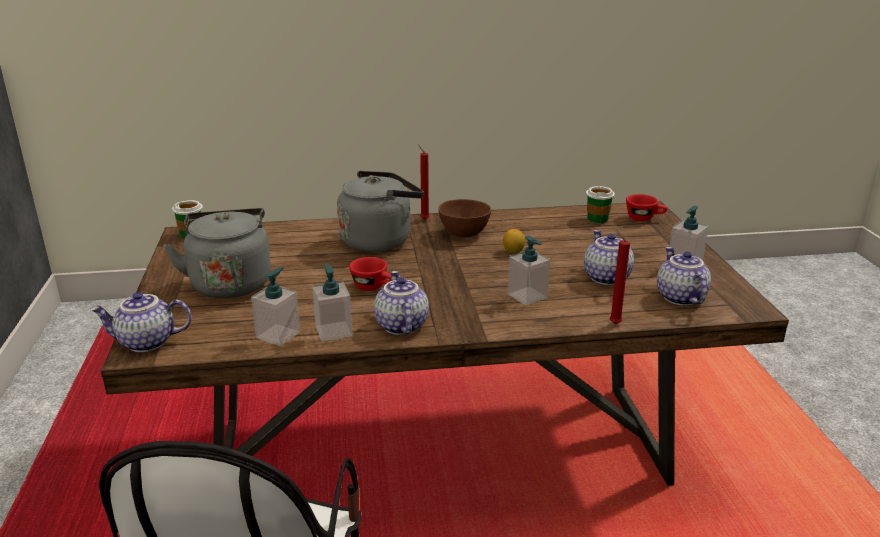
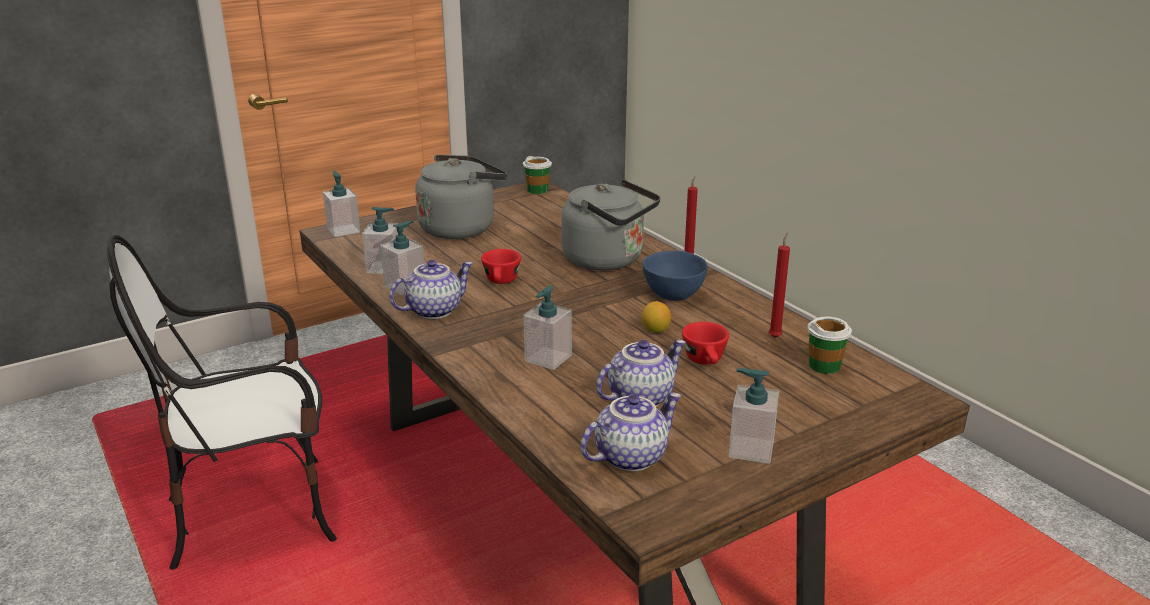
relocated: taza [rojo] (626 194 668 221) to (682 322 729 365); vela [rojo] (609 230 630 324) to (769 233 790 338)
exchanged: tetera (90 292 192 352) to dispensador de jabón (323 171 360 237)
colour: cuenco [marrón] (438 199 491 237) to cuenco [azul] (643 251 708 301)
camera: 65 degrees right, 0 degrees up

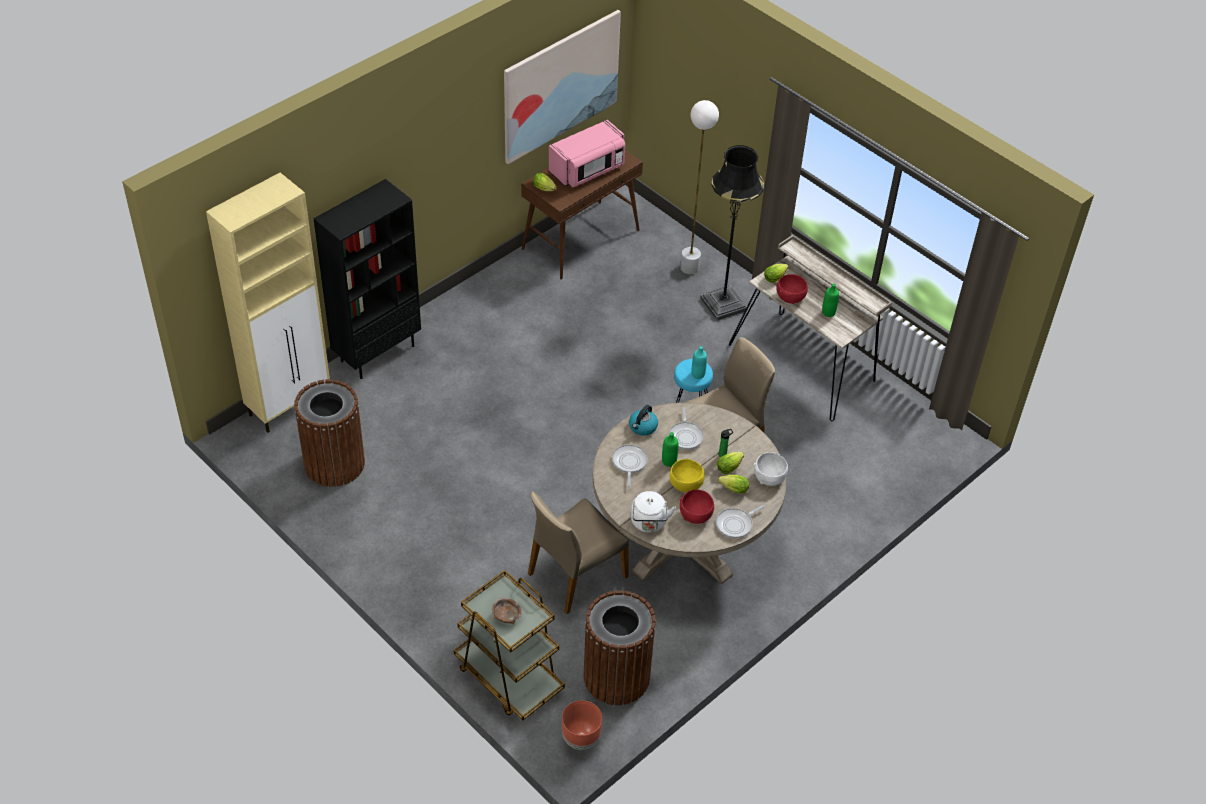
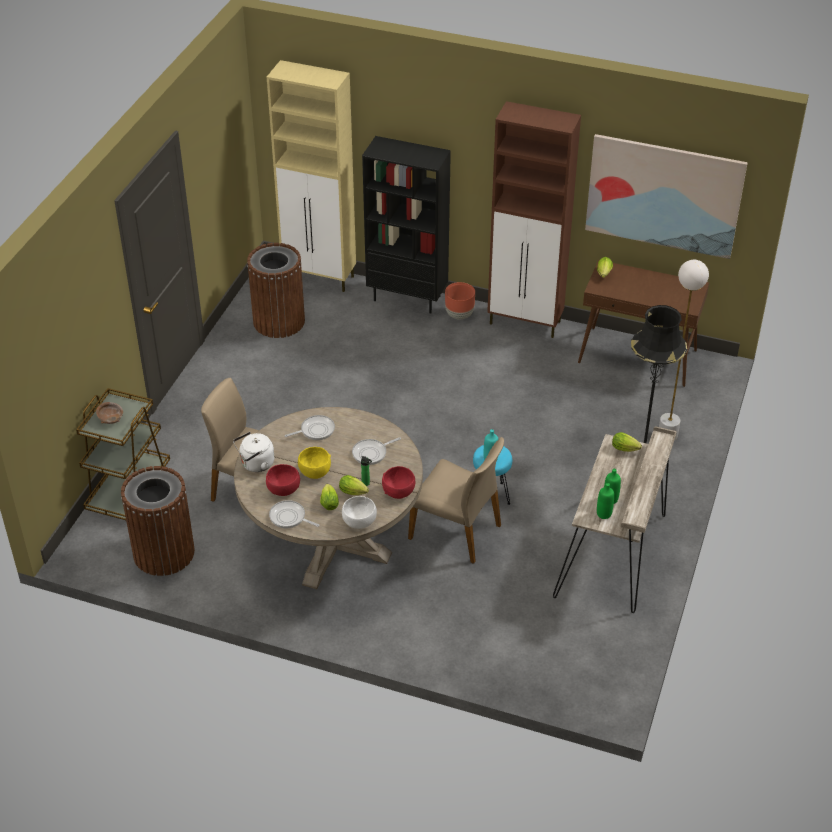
missing: microondas [rosa] (549 120 625 187); hervidor (629 405 658 436)
appeared: armario [marrón] (487 101 581 338)
relocated: cuenco [rojo] (776 274 808 304) to (382 466 415 499); botella [verde] (662 432 678 467) to (597 483 614 519); maceta [marrón] (562 700 602 750) to (445 282 475 319)
camera: 65 degrees right, 5 degrees down

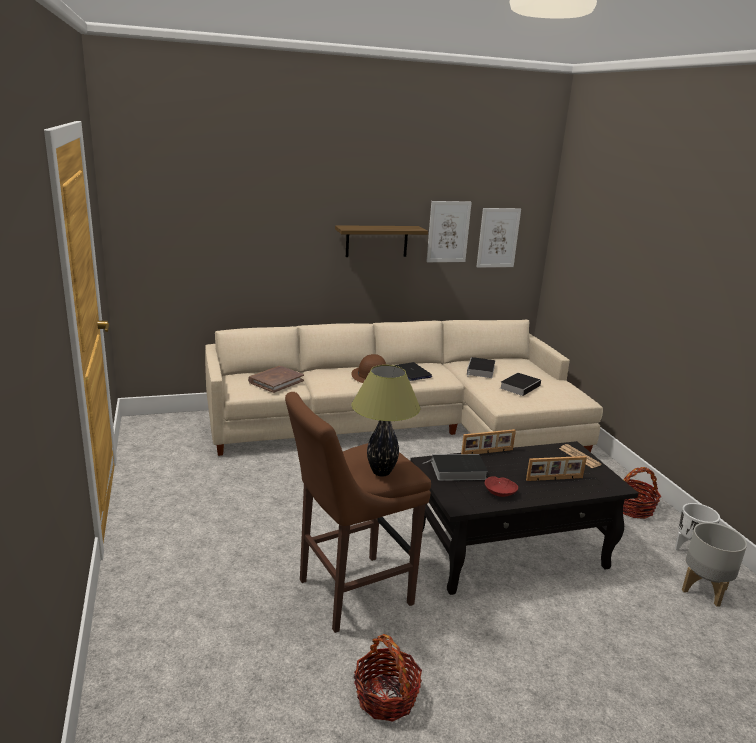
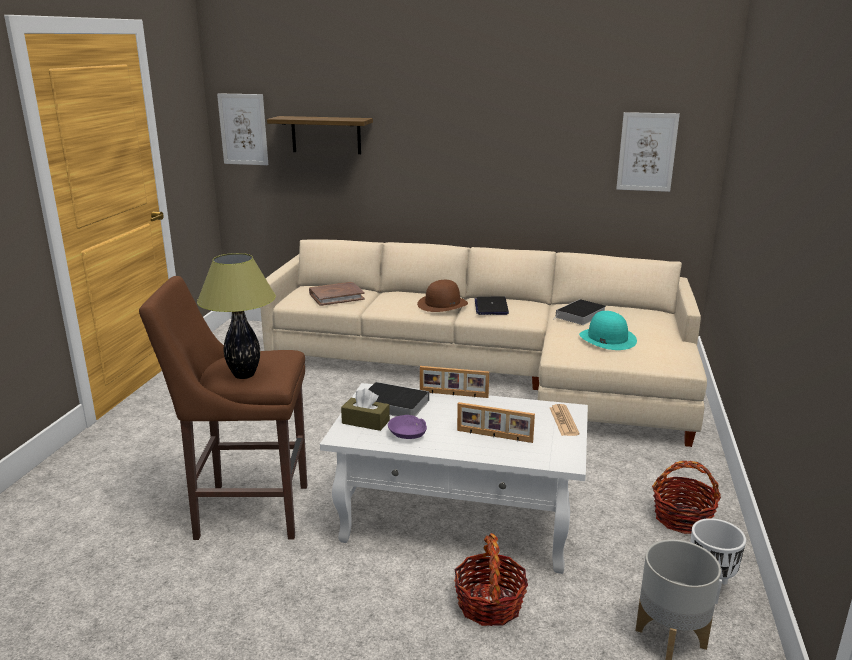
appeared: caja de pañuelos [marrón] (341 388 390 431)
relocated: cuadro (426 201 472 262) to (217 93 268 165); estante (335 225 428 257) to (267 116 373 154); cesta (354 634 422 722) to (454 533 528 626)
exchanged: libro (500 373 541 396) to sombrero [turquesa] (579 311 637 350)
colour: mesa de centro [negro] (410 441 638 595) to mesa de centro [blanco] (320 383 588 574); cuenco [rojo] (485 476 518 497) to cuenco [morado] (388 415 427 439)
camera: 30 degrees right, 0 degrees up

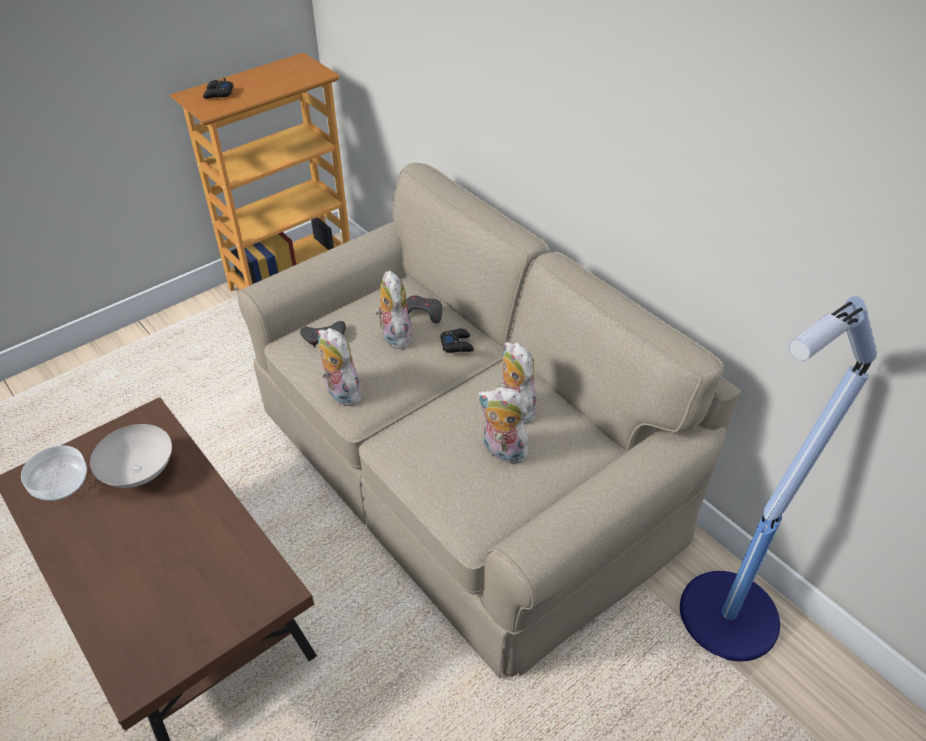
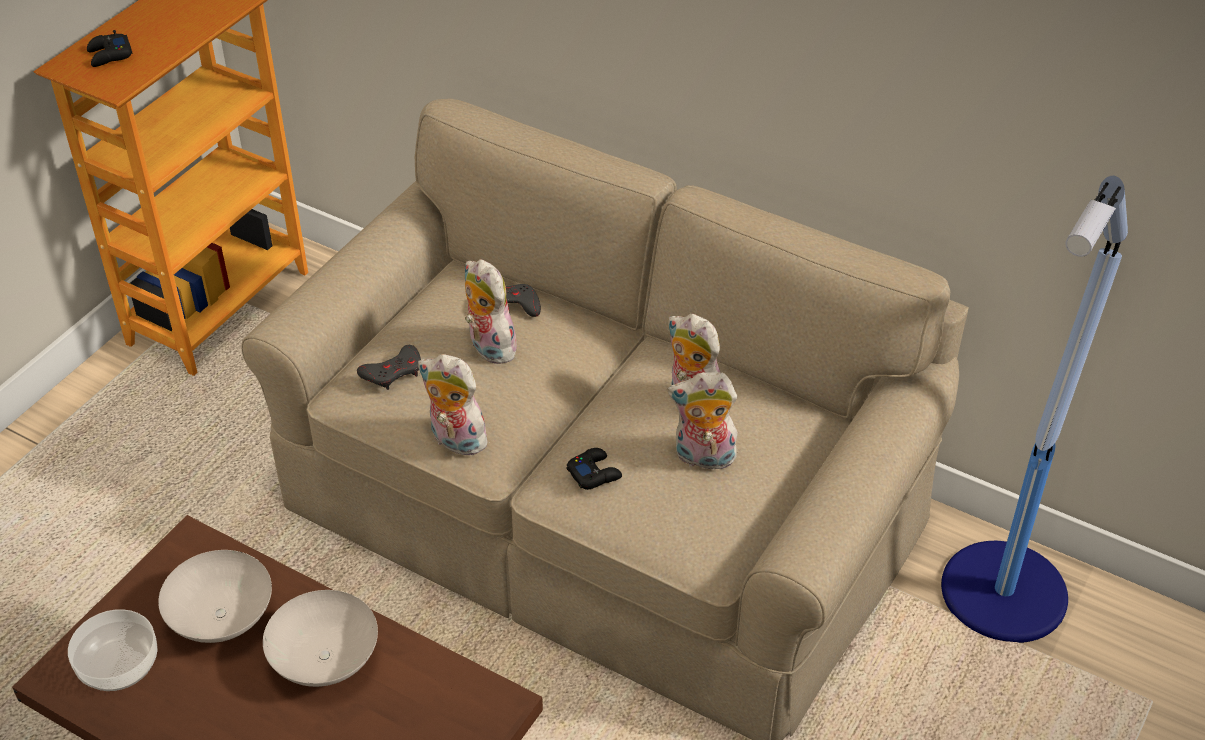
appeared: cuenco [blanco] (263 590 378 687)
relocated: mando de consola [negro] (440 329 474 353) to (566 448 622 490)
camera: 20 degrees left, 0 degrees up

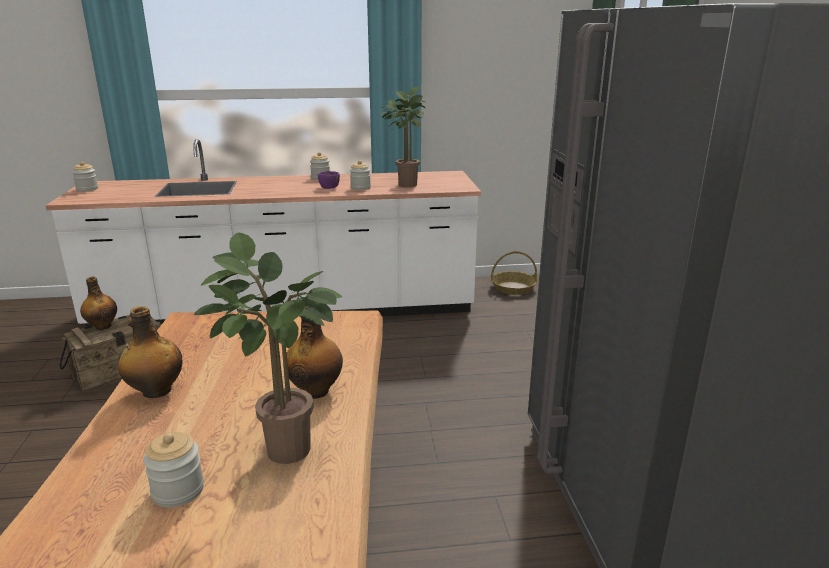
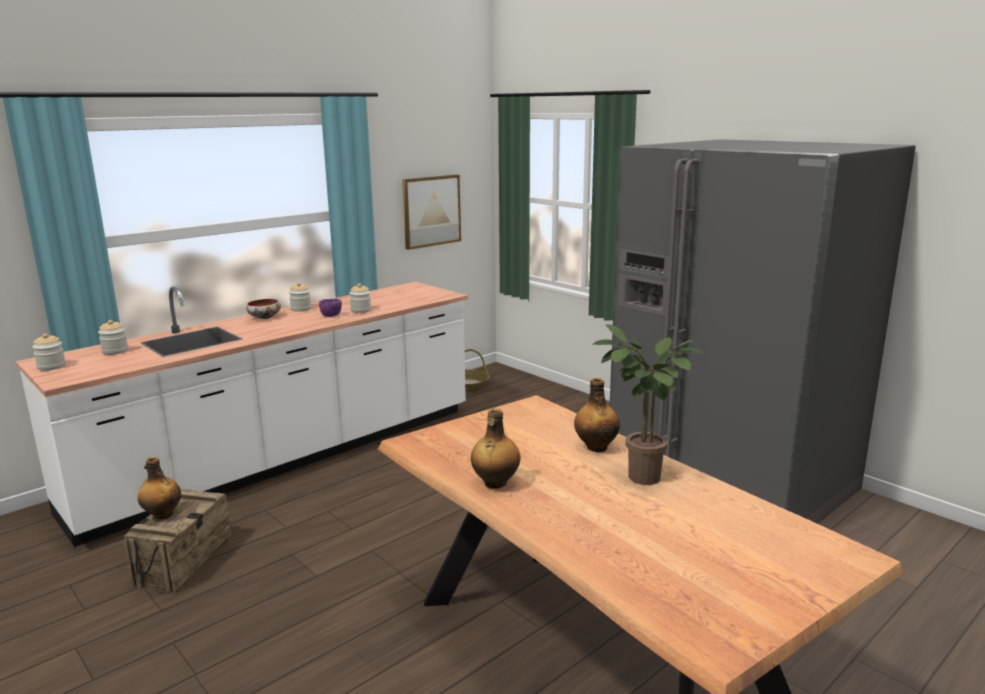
missing: planta en maceta (379 86 427 187)
appeared: cuadro (402 175 461 250); cuenco (246 299 281 319)
relocated: tarro (143 432 204 508) to (98 320 128 355)
camera: 35 degrees left, 5 degrees down

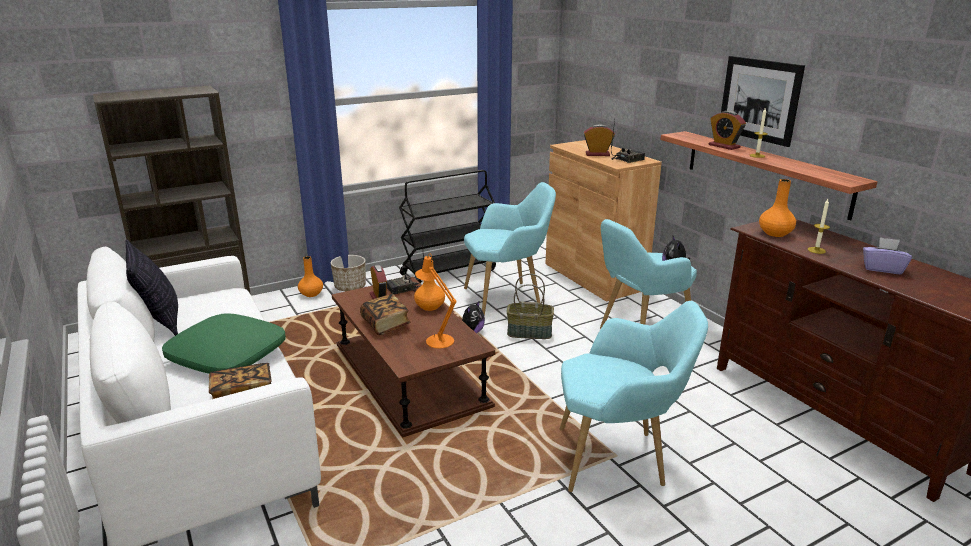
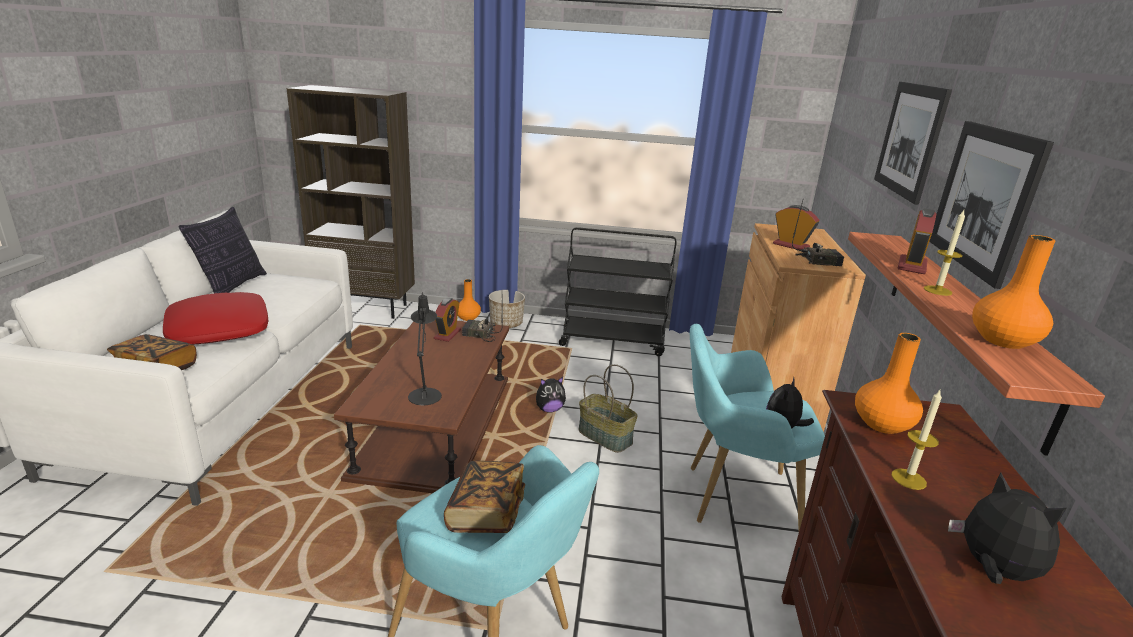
missing: sillón [turquesa] (464 182 556 316)
appeared: cuadro (874 82 952 205)
relocated: florero [naranja] (414 260 445 311) to (972 235 1055 349); libro (360 294 411 335) to (444 460 525 533)
exchanged: caja de pañuelos [morado] (863 237 912 274) to peluche (948 472 1067 584)
colour: lámpara de mesa [naranja] (415 253 457 348) to lámpara de mesa [negro] (408 292 442 406); cojín [verde] (162 313 286 374) to cojín [rojo] (163 292 268 345)
spun: despertador (709 111 746 150) = (898 208 936 274) 150 degrees counterclockwise
camera: 35 degrees right, 0 degrees up

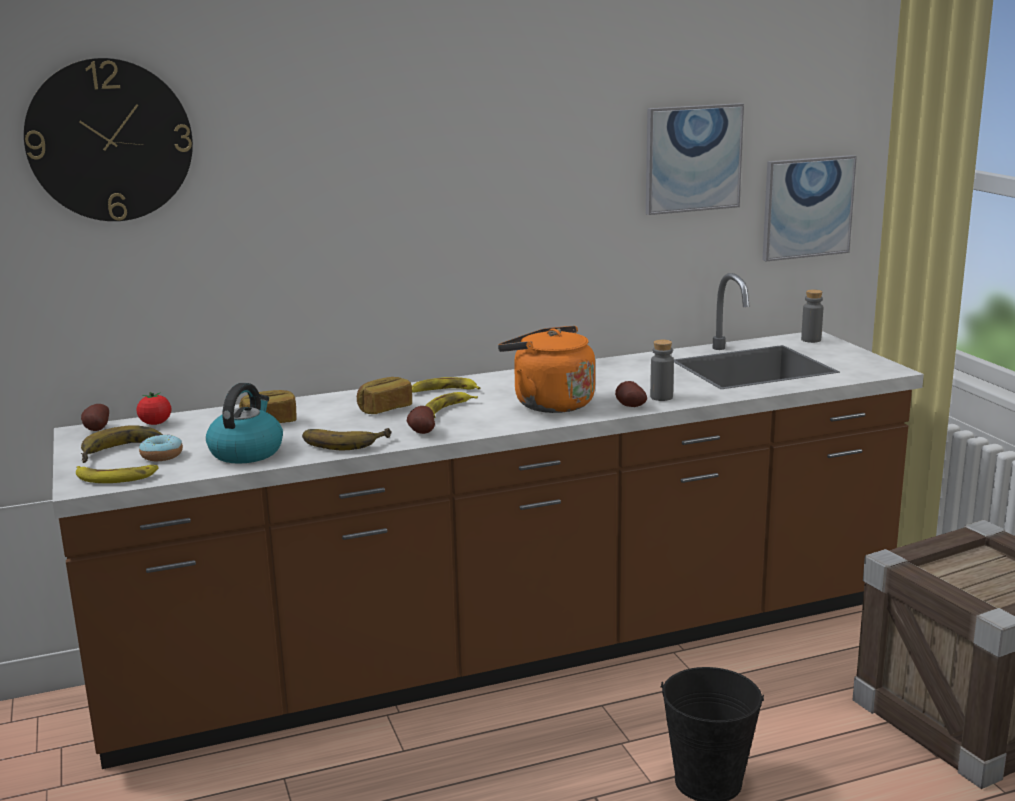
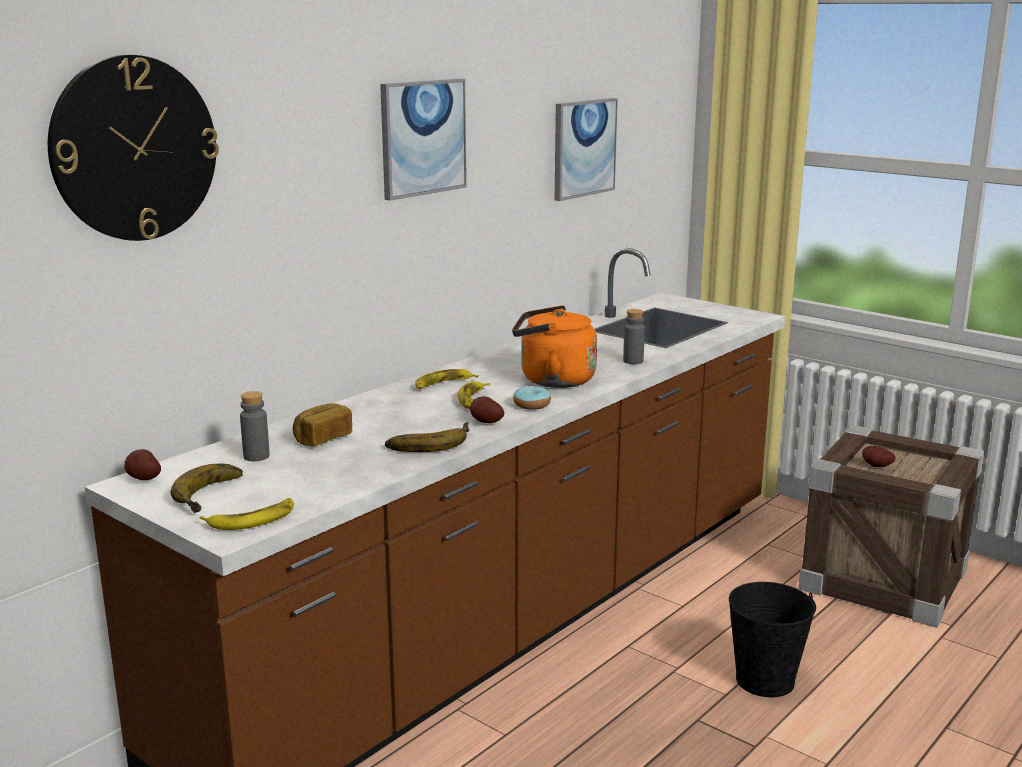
missing: pan (357 377 412 414); hervidor (206 383 283 464); tomate (137 392 171 425)
relocated: cuadro (762 155 857 261) to (380 79 467 201); botella [gris] (801 290 823 343) to (240 391 270 461); patata (615 381 647 407) to (862 446 895 467); rosquilla (139 435 183 461) to (513 386 551 410)
camera: 30 degrees left, 0 degrees up

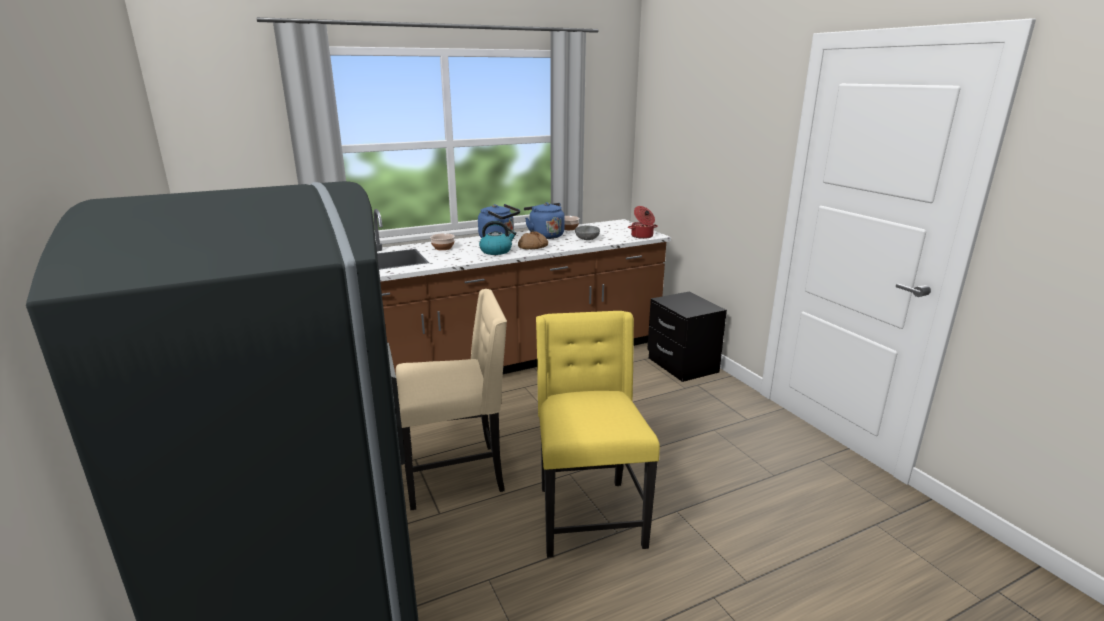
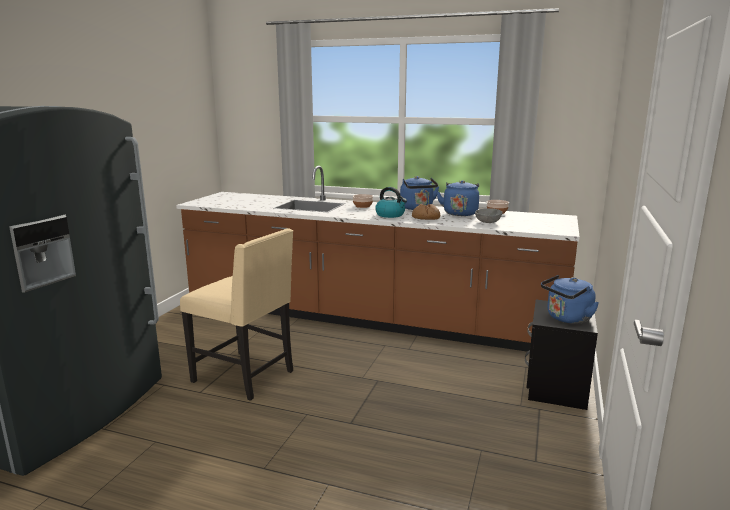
missing: olla (628 206 658 239); silla [amarillo] (536 311 660 558)
appeared: hervidor [azul] (541 275 599 324)
camera: 45 degrees right, 5 degrees down

